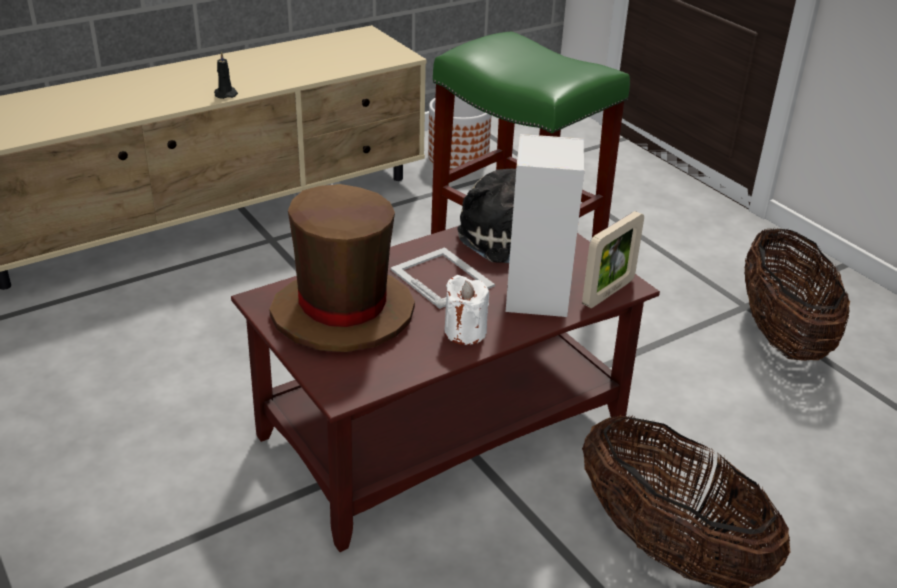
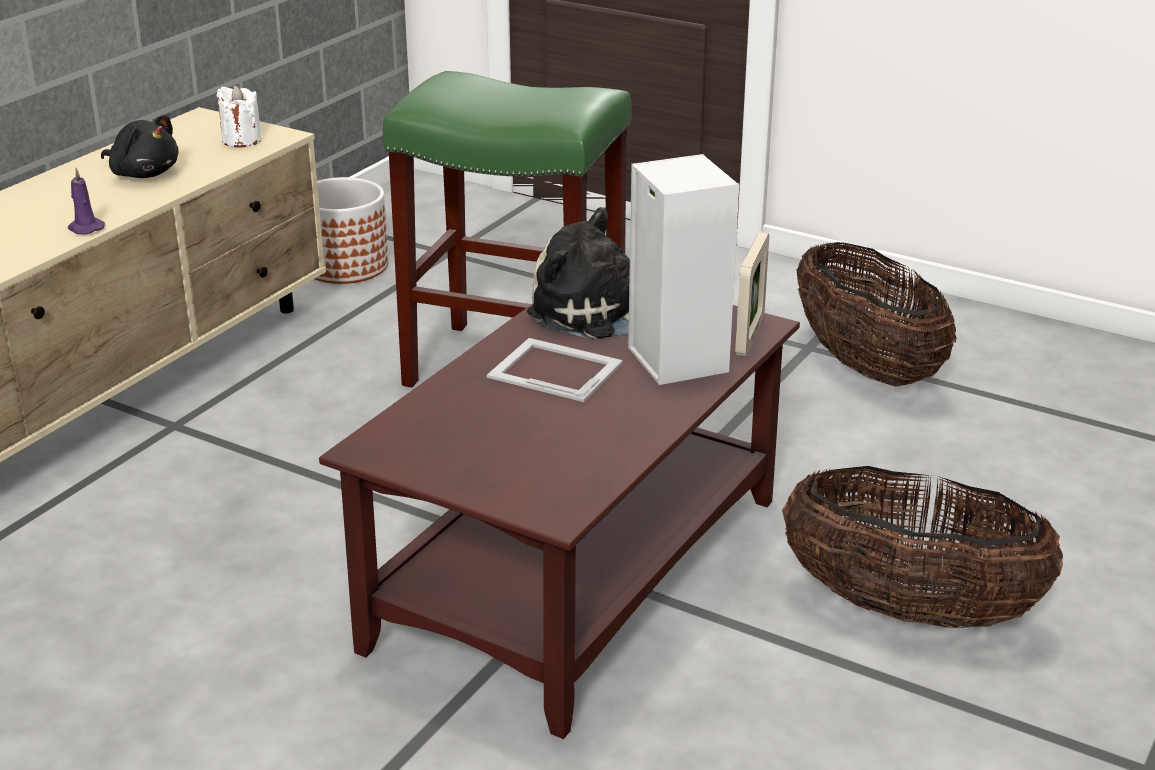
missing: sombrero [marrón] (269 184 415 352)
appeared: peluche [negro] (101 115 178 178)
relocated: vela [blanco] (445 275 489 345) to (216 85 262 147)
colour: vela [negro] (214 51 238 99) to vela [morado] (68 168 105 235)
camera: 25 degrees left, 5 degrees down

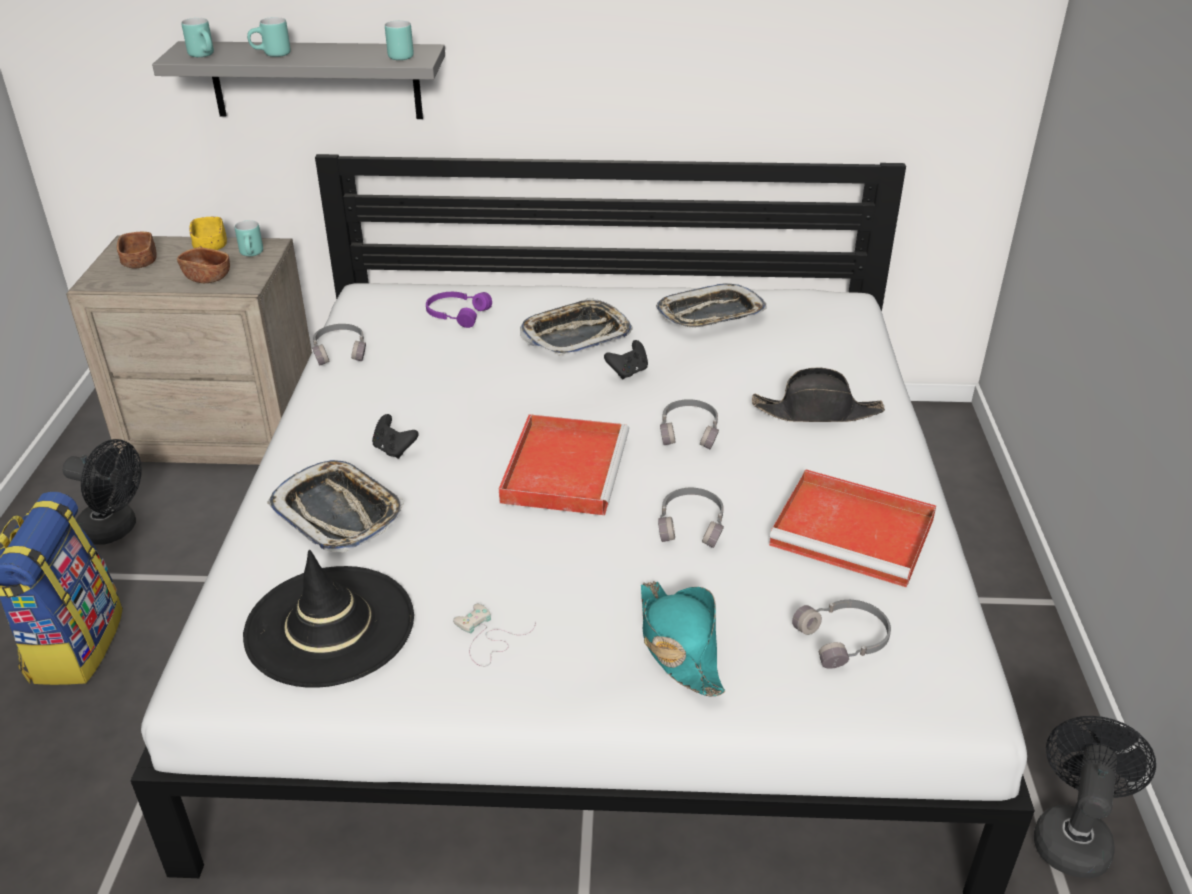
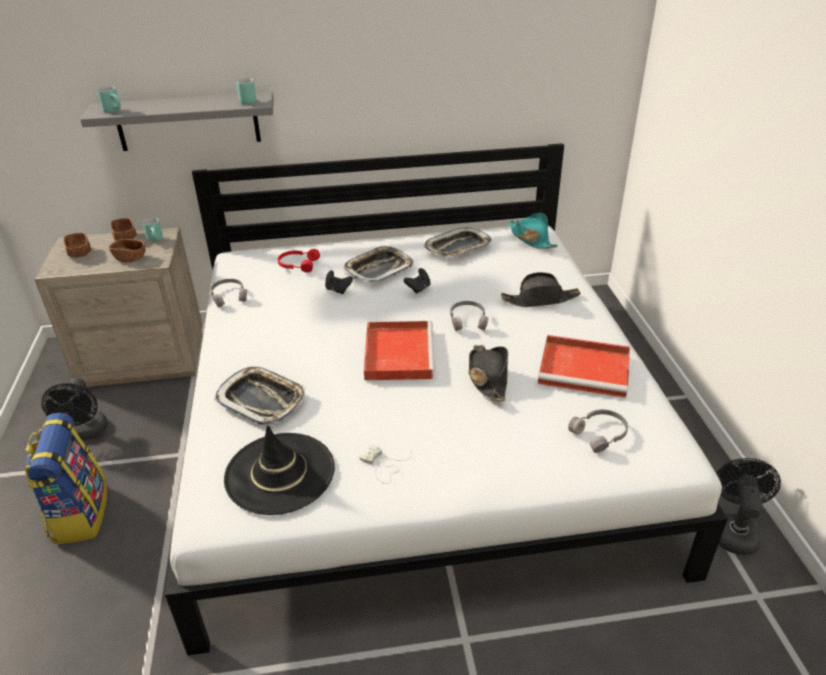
missing: taza grande [turquesa] (247 17 291 57)
relocated: mando de consola [negro] (372 414 419 459) to (325 270 353 294); sombrero [turquesa] (641 581 725 697) to (508 213 558 248)
exchanged: auriculares [gris] (658 488 724 548) to sombrero [negro] (468 345 508 402)
colour: cuenco [amarillo] (189 217 227 250) to cuenco [marrón] (110 218 137 241); auriculares [morado] (426 292 492 328) to auriculares [rojo] (278 249 320 273)
spun: ventilador [negro] (63 439 142 544) = (41 378 108 441) 75 degrees clockwise
camera: 10 degrees left, 0 degrees up

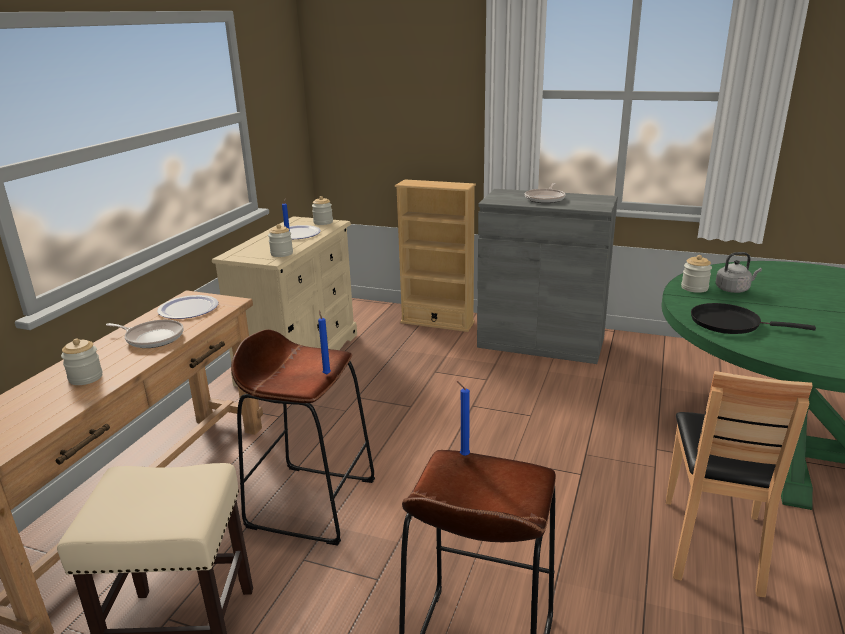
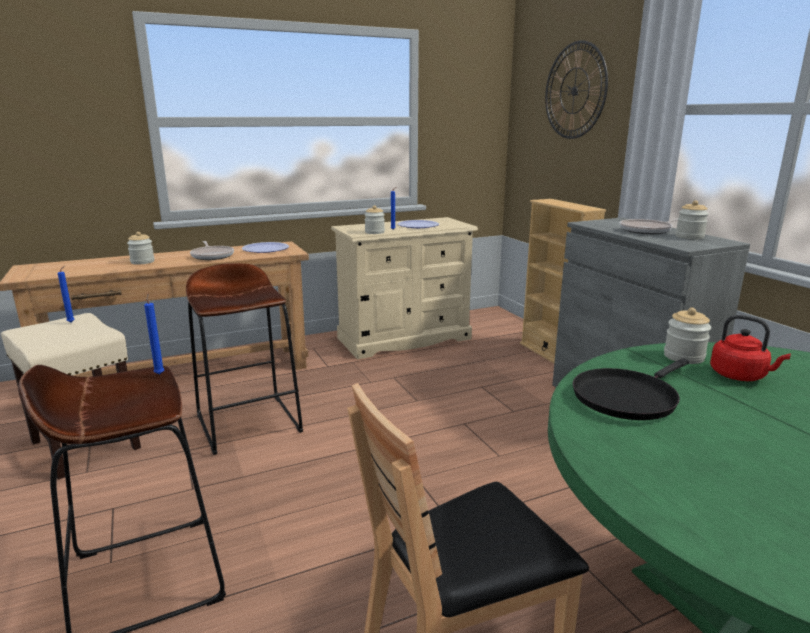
appeared: reloj de pared (545 40 608 139)
relocated: tarro (312 196 333 225) to (676 200 709 239); vela [azul] (318 310 331 374) to (58 265 74 322)
colour: hervidor [gris] (716 252 762 293) to hervidor [rojo] (710 315 791 381)
spun: sartén [negro] (691 303 816 334) = (573 358 690 420) 105 degrees counterclockwise
camera: 45 degrees right, 5 degrees down

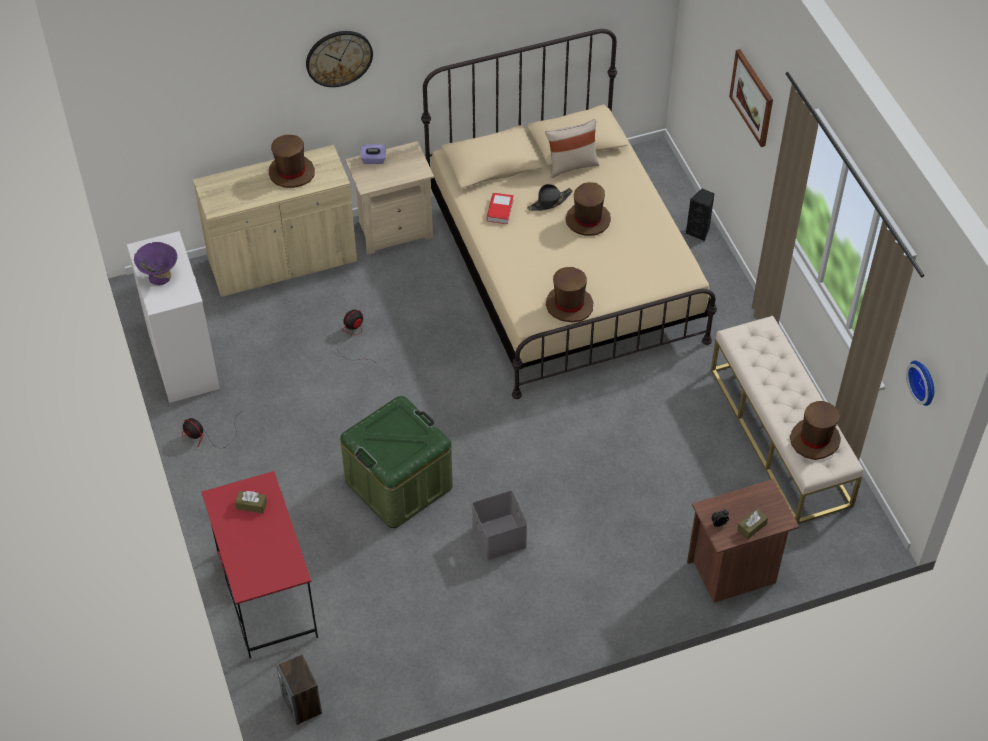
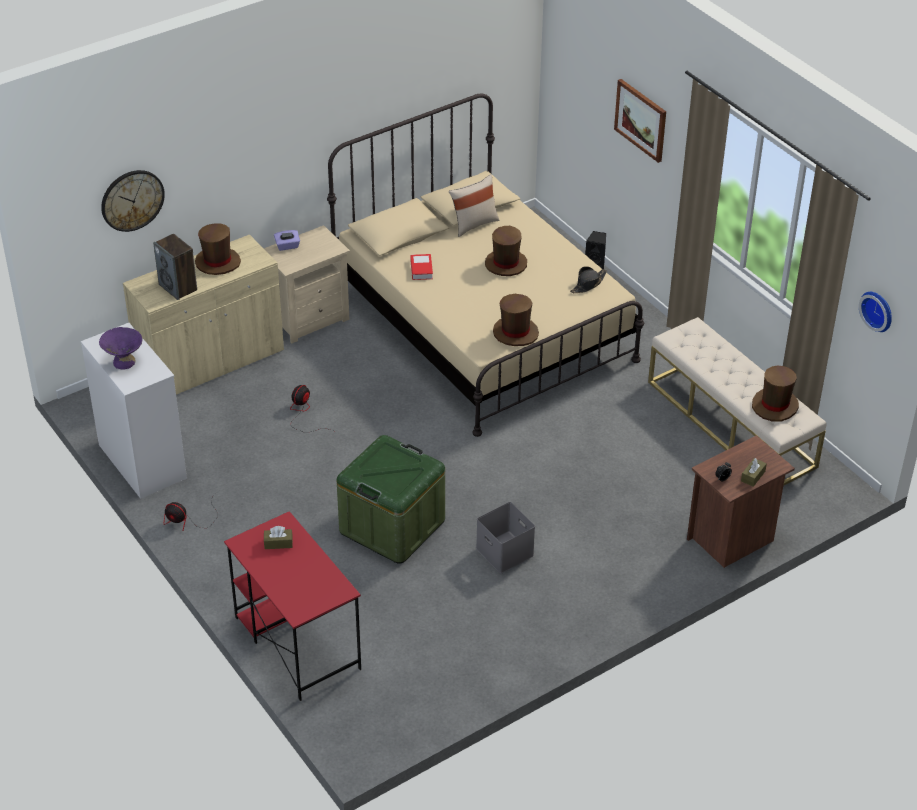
relocated: reloj de pared (306 31 373 87) to (101 170 165 232); sombrero [negro] (527 184 573 211) to (570 266 607 293); altavoz (276 655 322 725) to (153 234 197 300)
camera: 15 degrees left, 10 degrees down

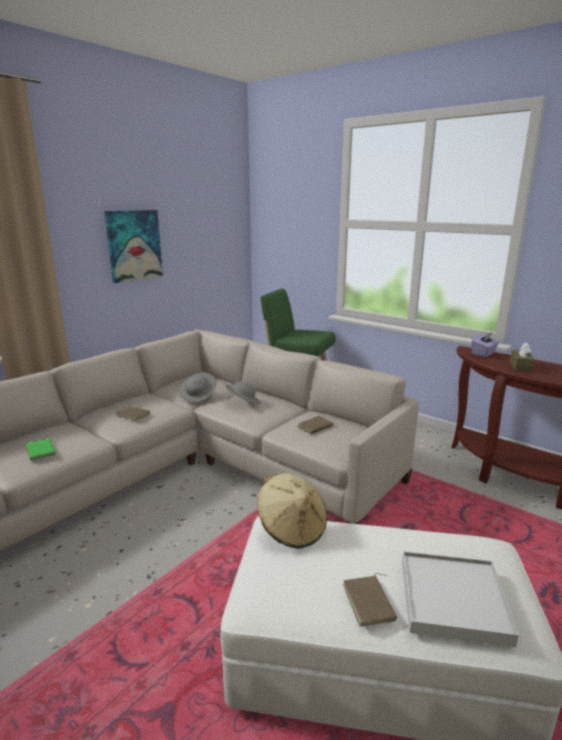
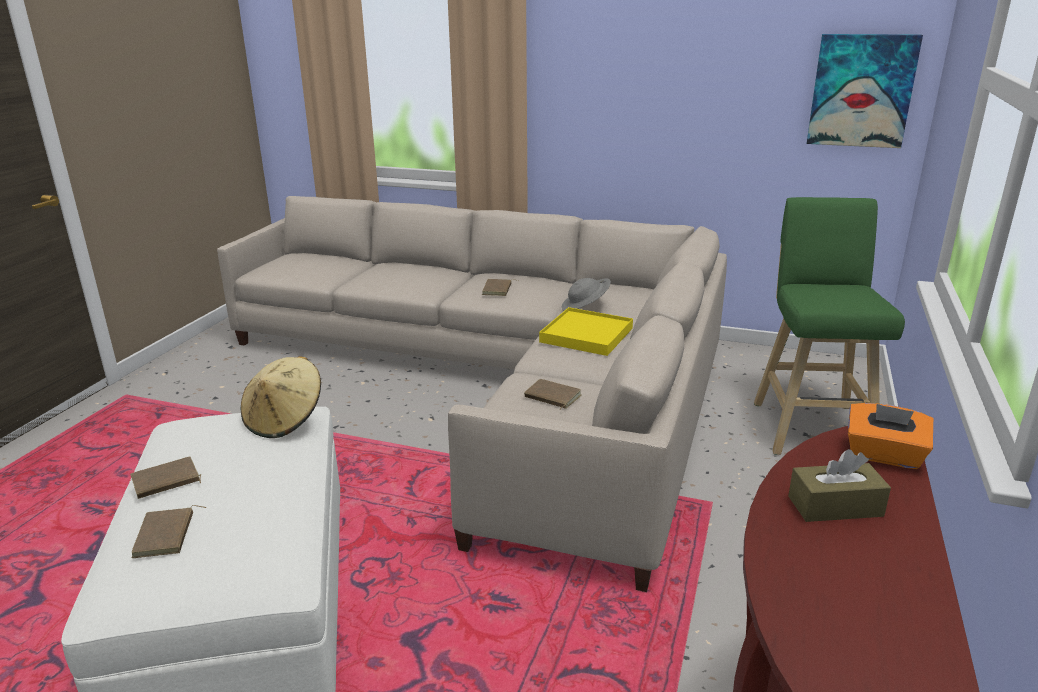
missing: libro [verde] (26 437 56 461)
relocated: cuadro (104 210 163 283) to (807 34 923 148)
exchanged: sombrero [gris] (225 382 261 404) to bandeja [amarillo] (539 307 633 356); bandeja [blanco] (402 551 519 647) to libro [marrón] (132 505 207 558)
colour: caja de pañuelos [morado] (471 332 499 357) to caja de pañuelos [naranja] (848 403 933 469)
camera: 70 degrees right, 5 degrees up

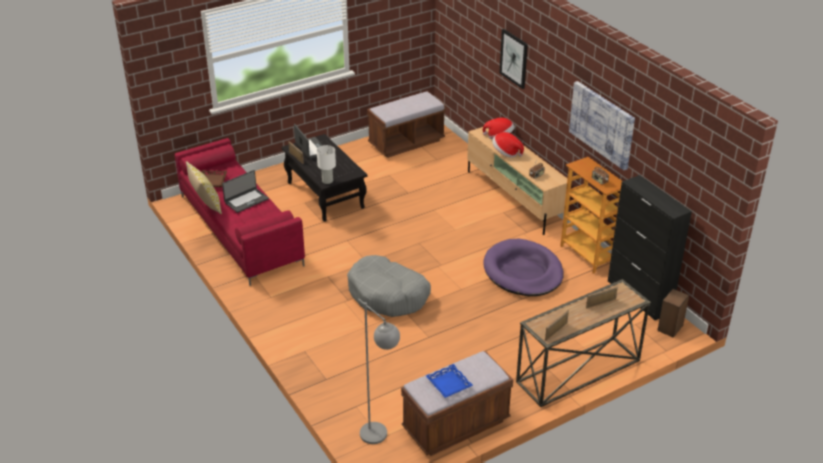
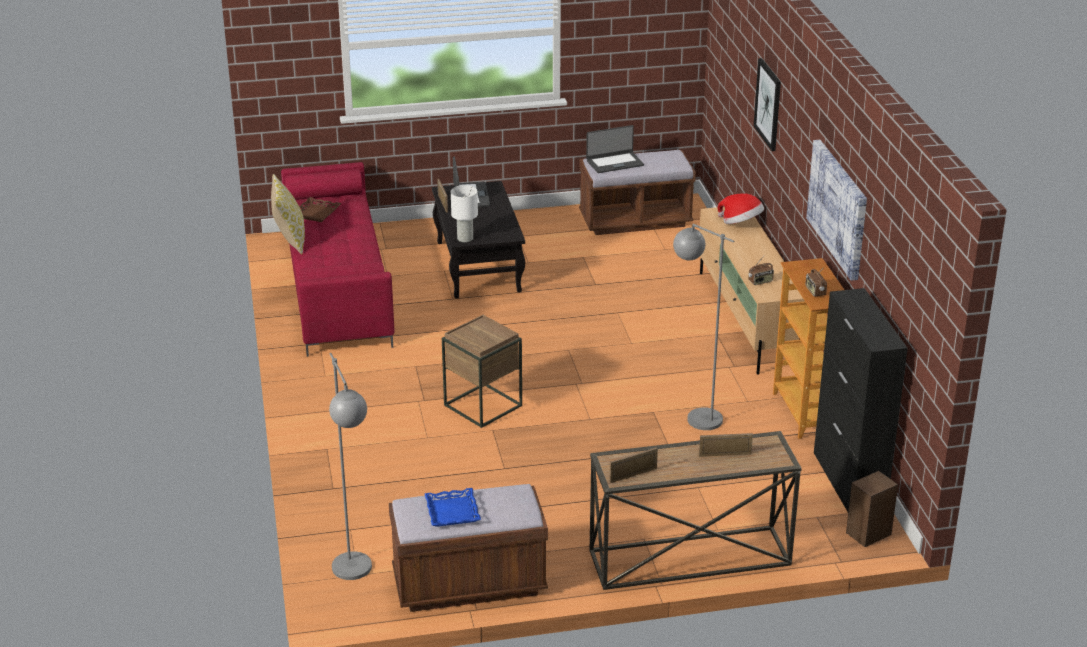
missing: sombrero (492 132 524 158)
relocated: portátil (222 170 269 213) to (586 125 644 173)
exchanged: cama para perro [morado] (483 238 564 296) to lámpara de pie [gris] (673 224 734 430); cama para perro [gris] (347 255 431 317) to mesa auxiliar [marrón] (442 315 522 428)
camera: 20 degrees right, 5 degrees down

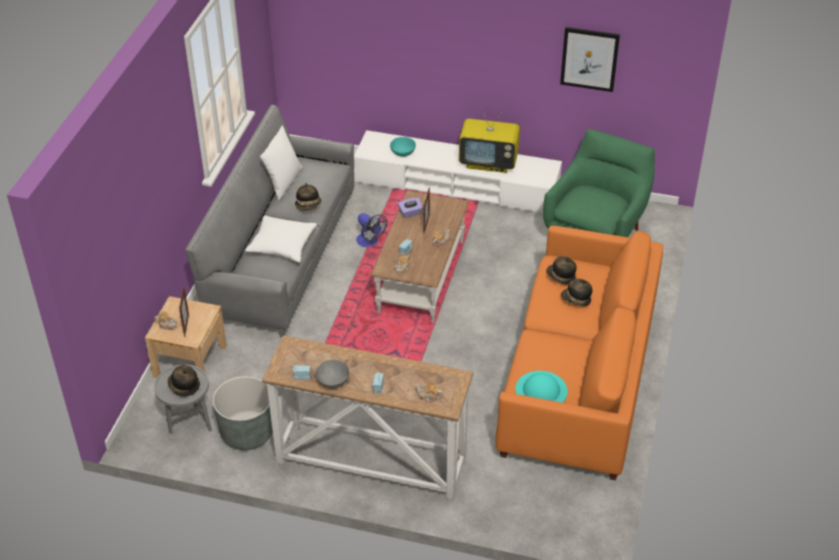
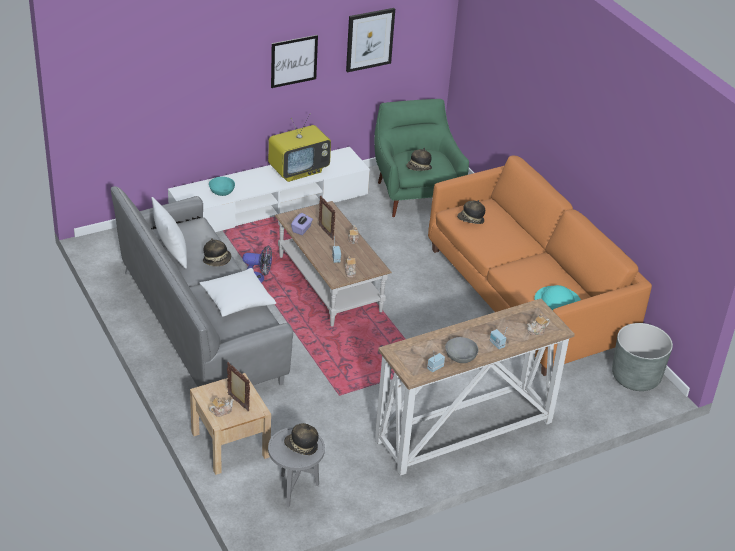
appeared: cuadro (271 35 318 88)
relocated: sombrero (561 279 592 306) to (407 148 432 171); maceta [gris] (213 376 273 450) to (612 323 673 391)
camera: 45 degrees left, 5 degrees down

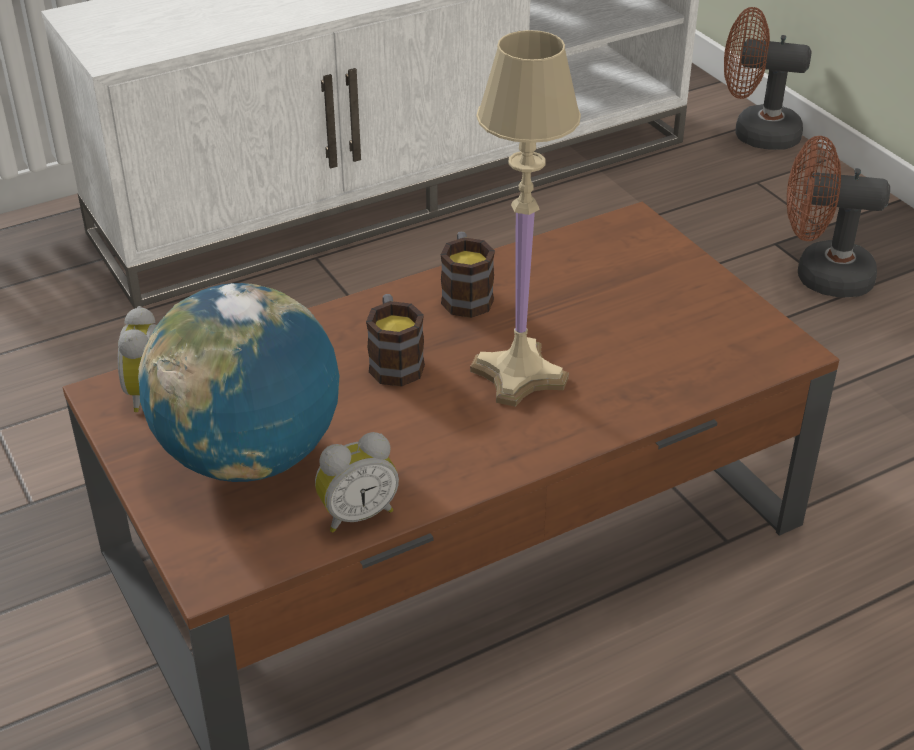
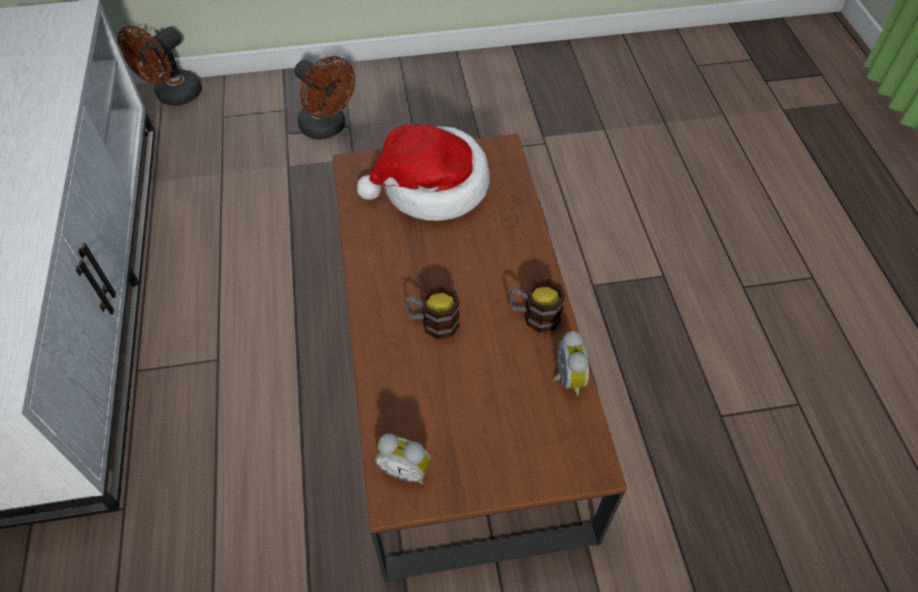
missing: lámpara de mesa [beis] (470 30 581 407); globo terráqueo (138 283 339 482)
appeared: sombrero (357 124 490 221)
relocated: taza grande (440 231 495 318) to (509 278 565 333)
spun: ventilador [marrón] (787 136 890 297) = (295 56 355 140) 75 degrees counterclockwise
camera: 70 degrees left, 15 degrees up

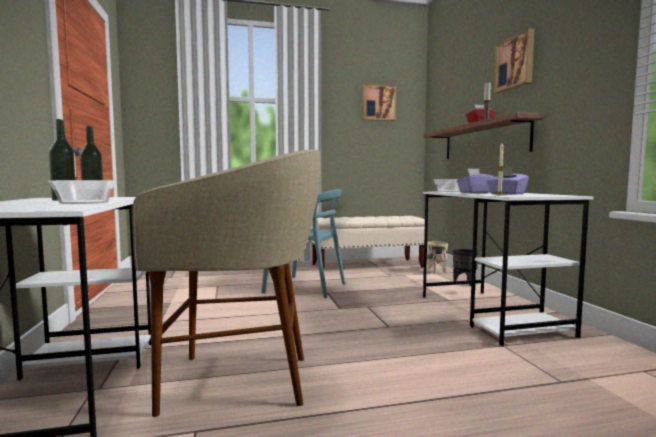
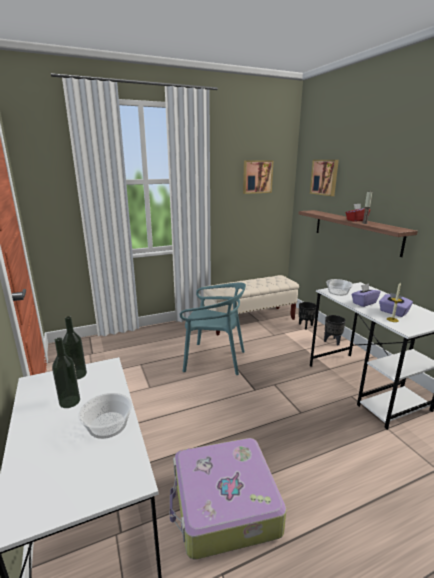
relocated: cuadro (494 28 534 93) to (310 160 339 196)
exchanged: taburete [beis] (132 150 320 417) to maleta (170 438 287 560)
colour: maceta [beis] (427 242 448 274) to maceta [negro] (299 302 316 330)
camera: 10 degrees left, 15 degrees up

